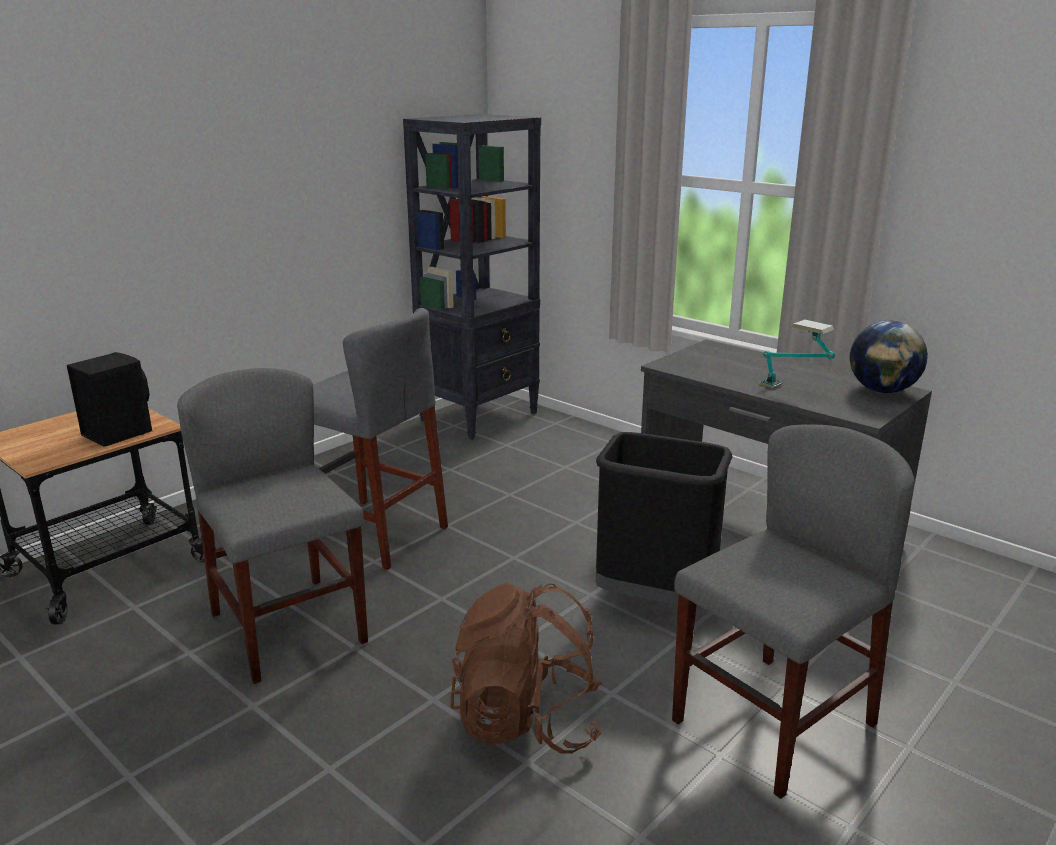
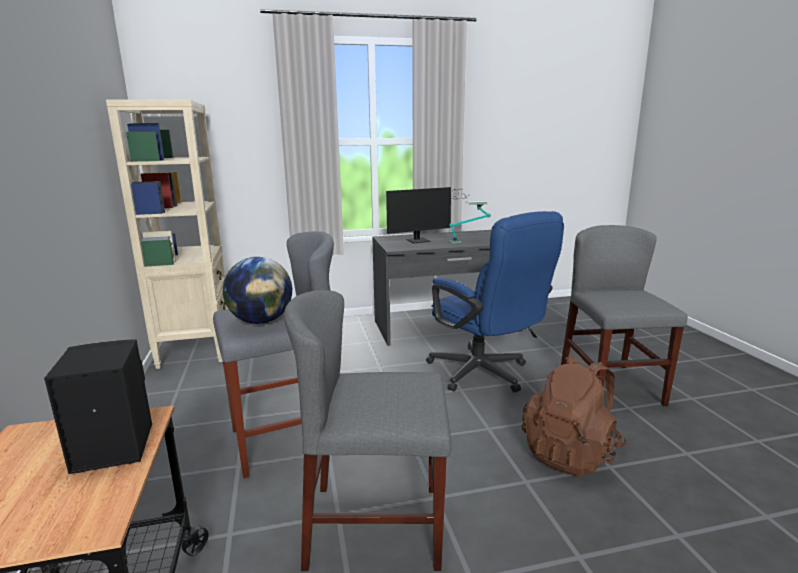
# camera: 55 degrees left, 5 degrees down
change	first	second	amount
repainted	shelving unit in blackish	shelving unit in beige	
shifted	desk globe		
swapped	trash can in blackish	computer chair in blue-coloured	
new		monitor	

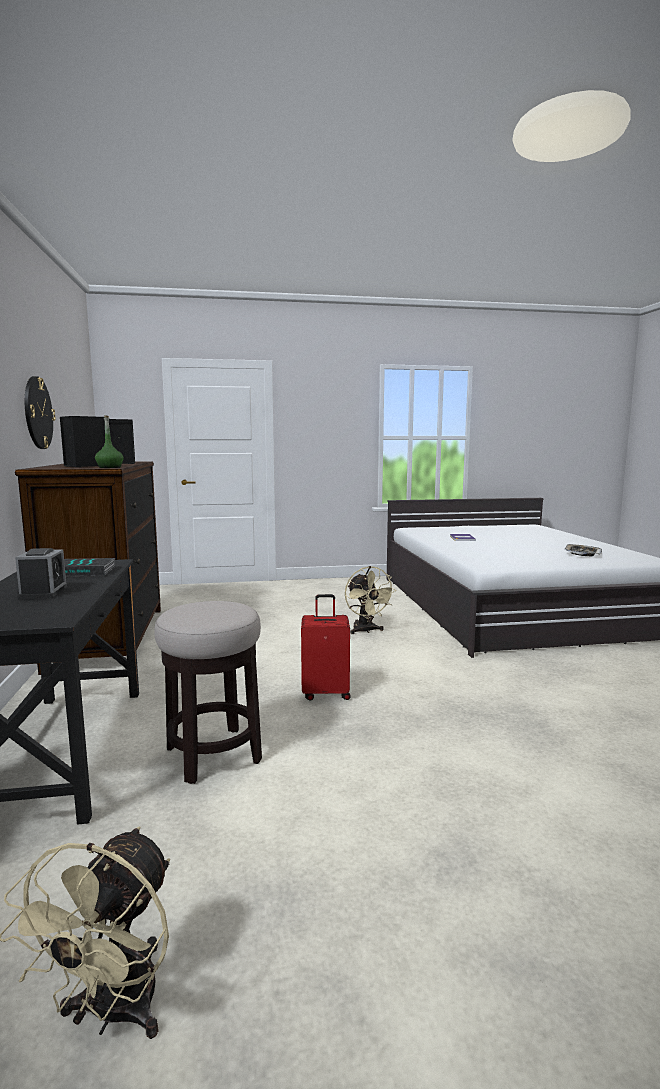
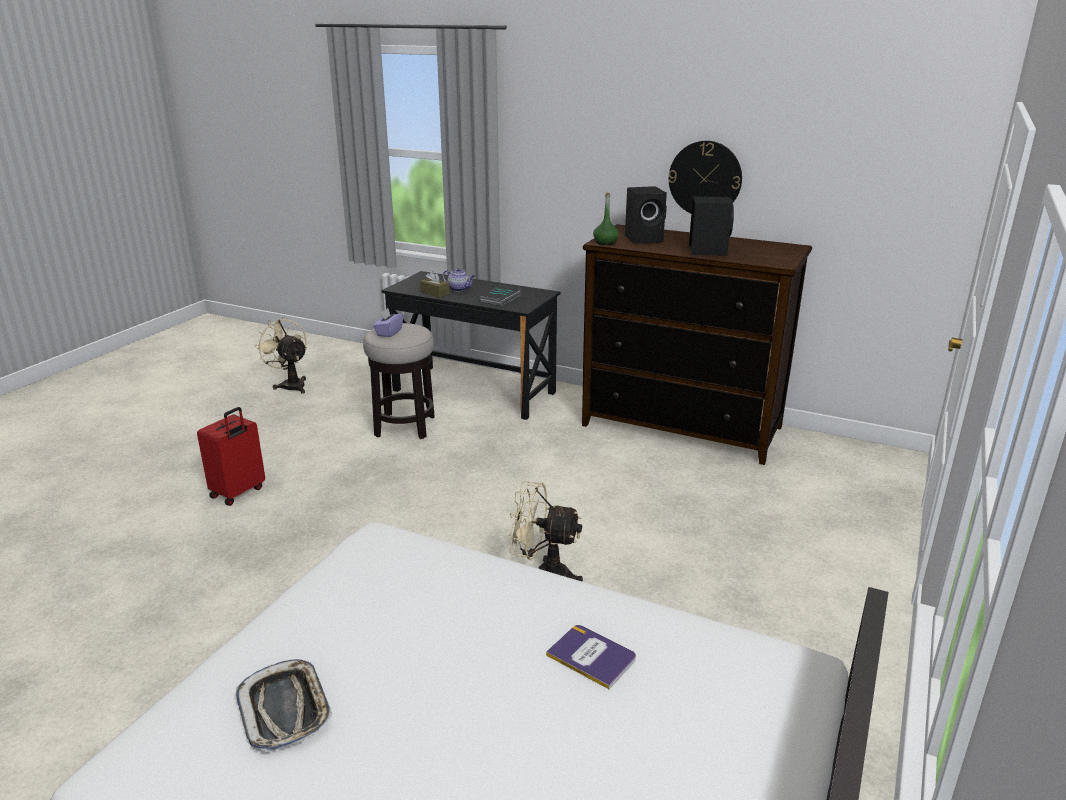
# camera: 125 degrees right, 15 degrees up
change	first	second	amount
swapped	bedside clock	pot for tea	
shifted	suitcase in reddish		
new		tissue box in brown-coloured	
new		tissue box in purple	

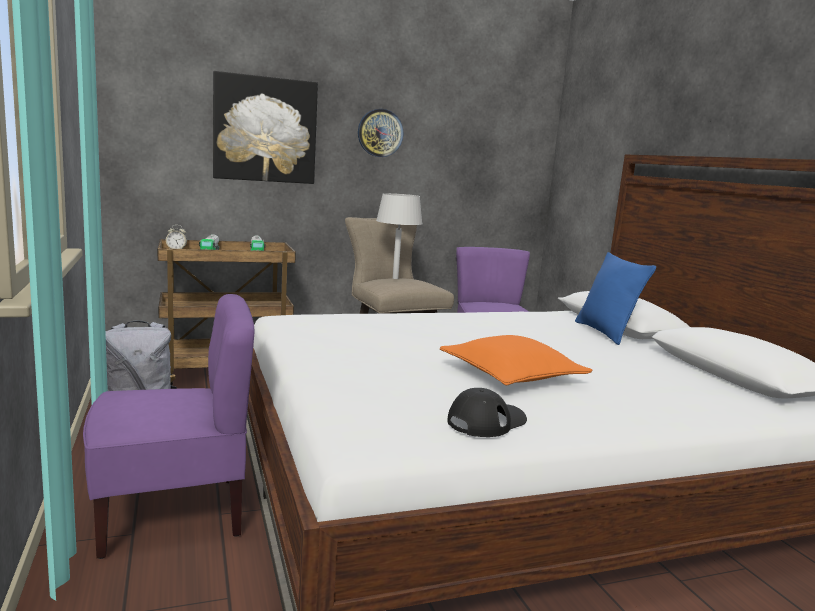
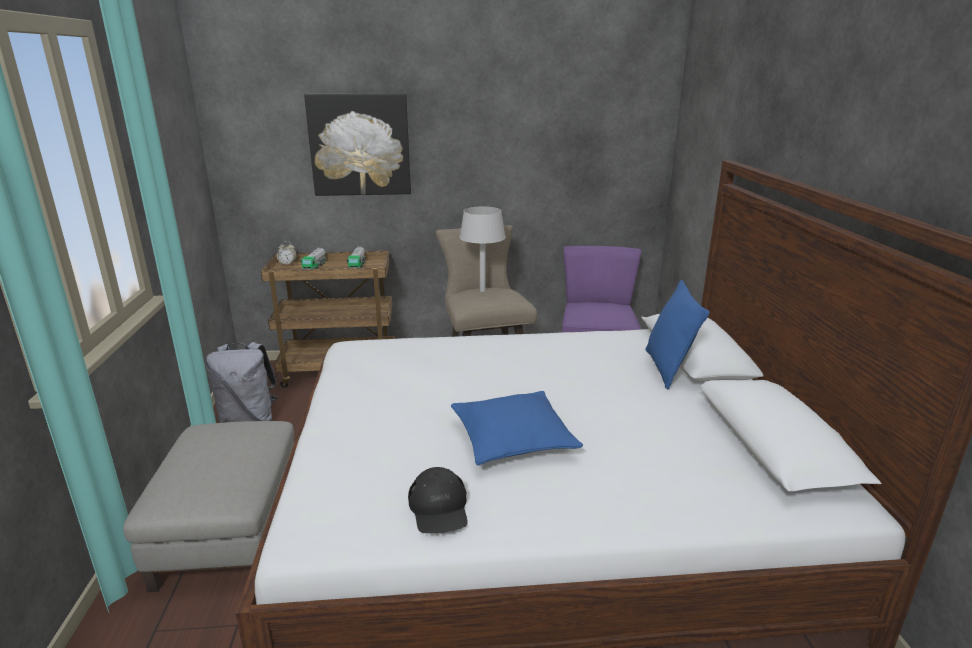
# camera: 15 degrees right, 10 degrees up
change	first	second	amount
gone	wall clock		
swapped	upright chair in purple (no. 1 from left)	ottoman in gray	
repainted	throw pillow in orangey	throw pillow in blue-coloured (no. 1 from left)	
rotated	cap in blackish		105 degrees clockwise

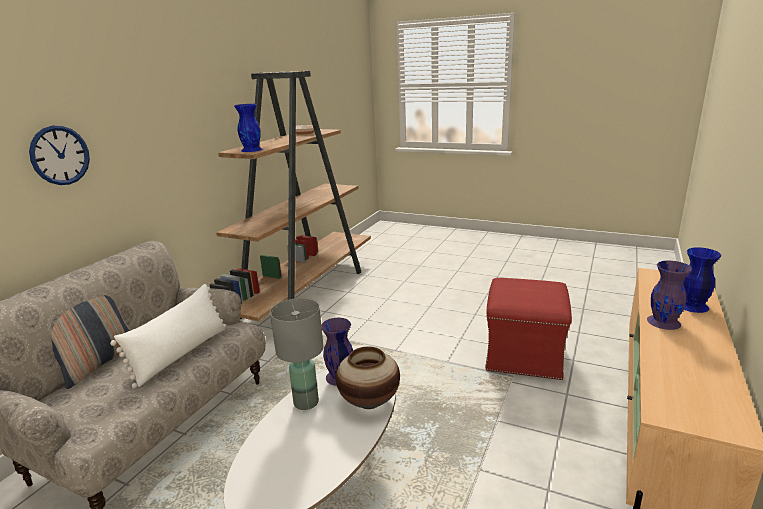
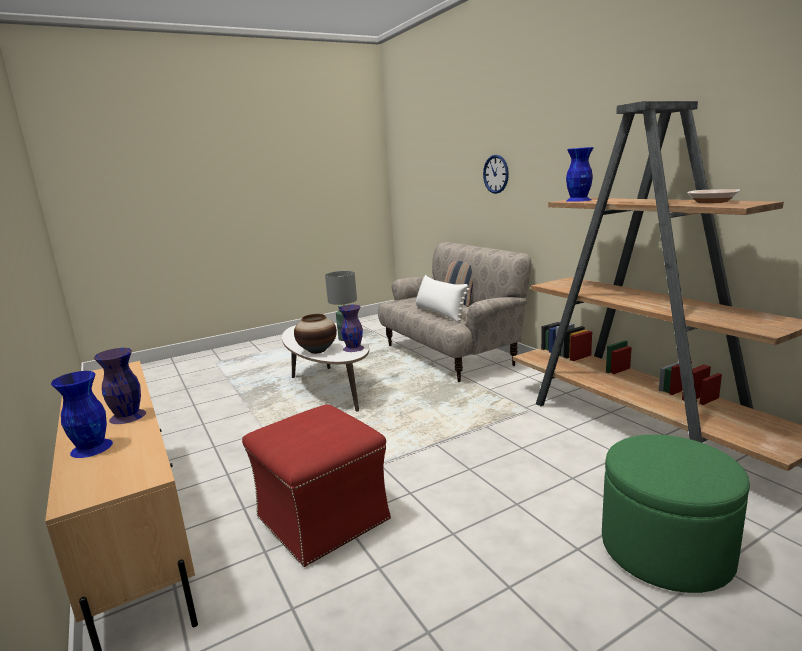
# camera: 125 degrees right, 5 degrees down
change	first	second	amount
new		ottoman in green	

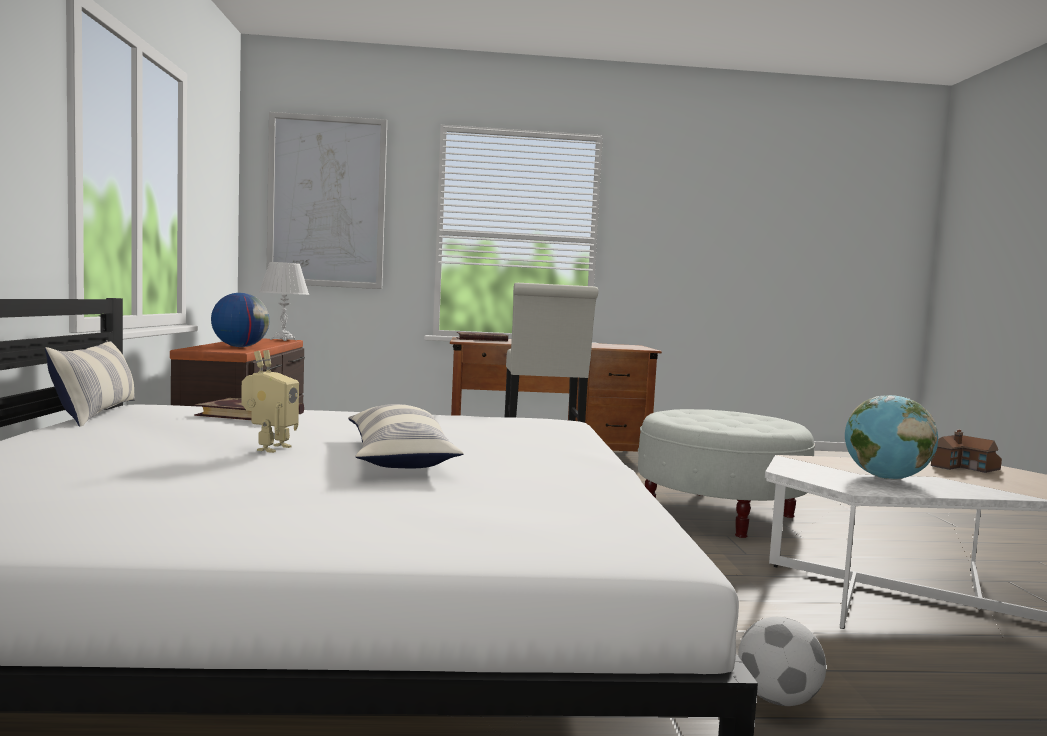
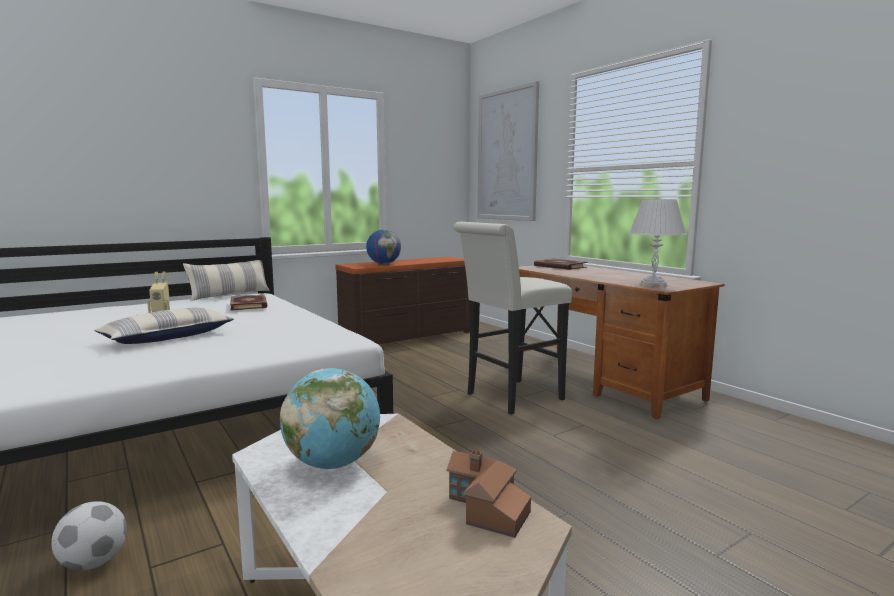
# camera: 60 degrees right, 5 degrees up
change	first	second	amount
shifted	lamp for a table in white		
gone	ottoman in white		

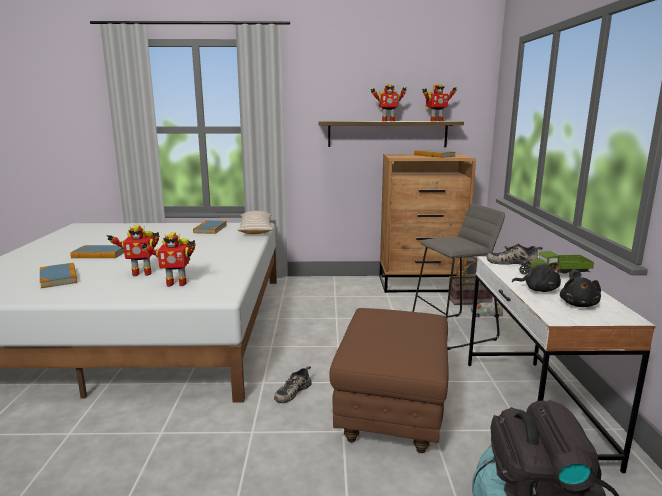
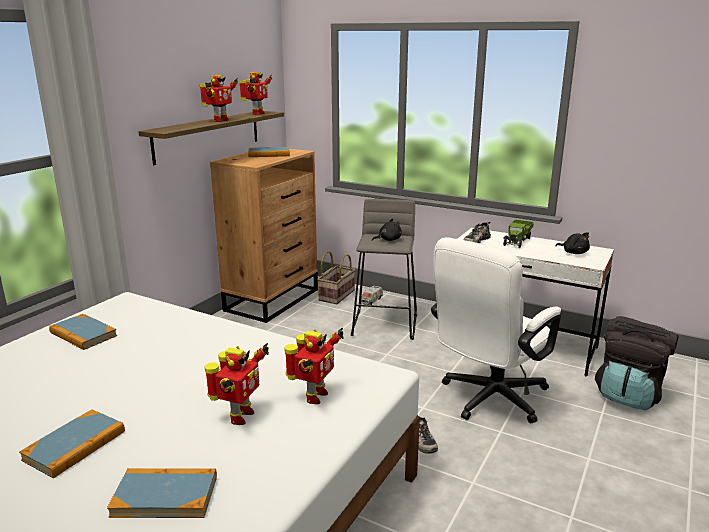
# camera: 60 degrees left, 5 degrees up
change	first	second	amount
gone	throw pillow in beige		
shifted	cuddly toy in blackish (no. 1 from left)		
swapped	ottoman in brown-coloured	computer chair in white	

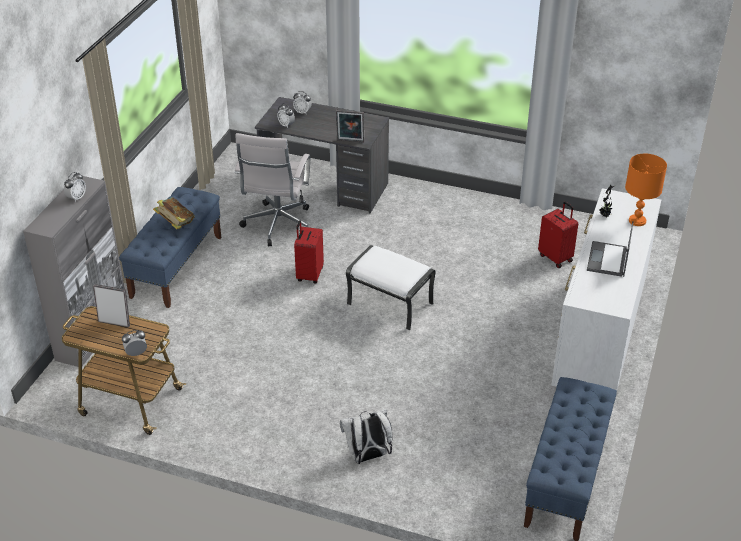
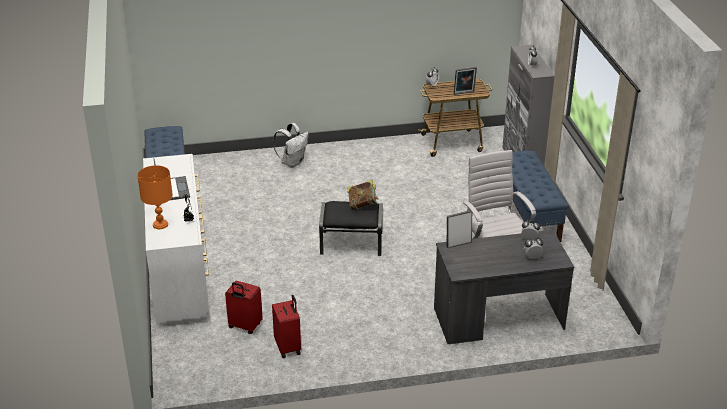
# camera: 150 degrees right, 5 degrees down
change	first	second	amount
shifted	bound book		
shifted	suitcase in reddish (no. 1 from left in the first image)	suitcase in reddish (no. 2 from left)	
repainted	ottoman in white	ottoman in blackish	

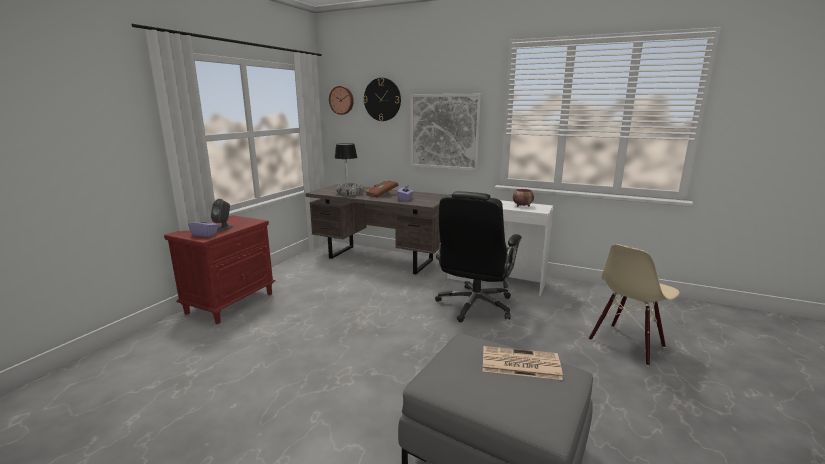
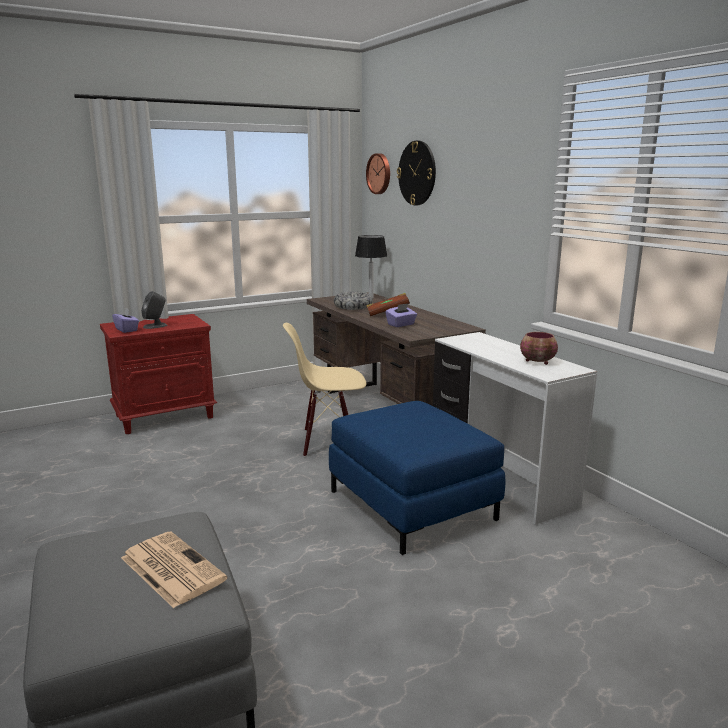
# camera: 35 degrees right, 0 degrees up
change	first	second	amount
gone	picture		
swapped	computer chair in blackish	ottoman in blue-coloured	
shifted	upright chair in beige		

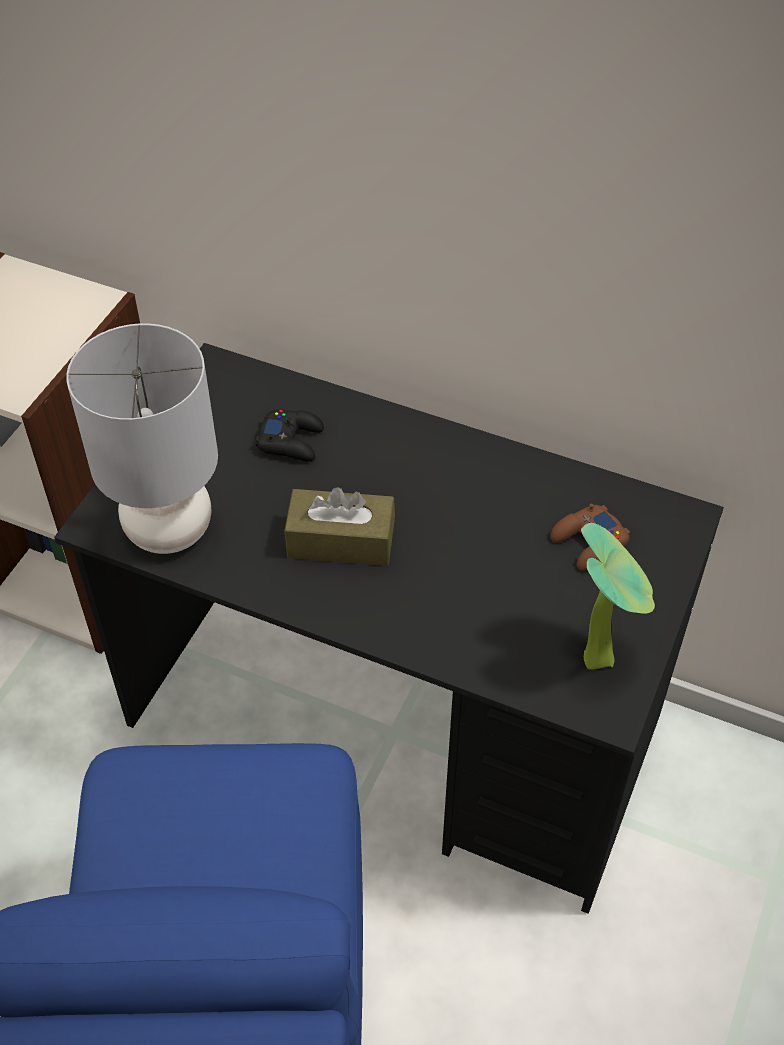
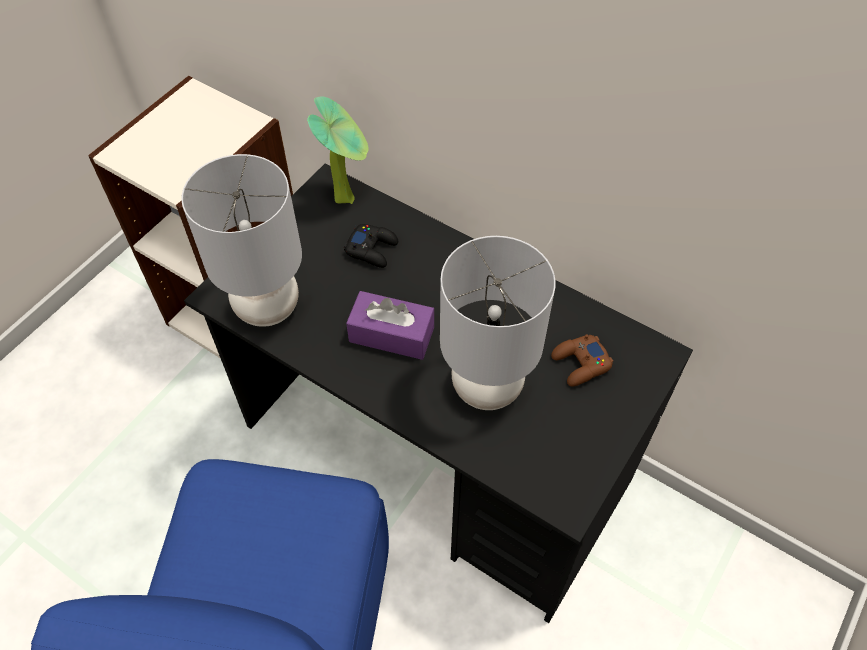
# camera: 10 degrees right, 5 degrees up
change	first	second	amount
repainted	tissue box in brown-coloured	tissue box in purple	
shifted	potted plant		
new		lamp for a table in gray (no. 2 from left)	

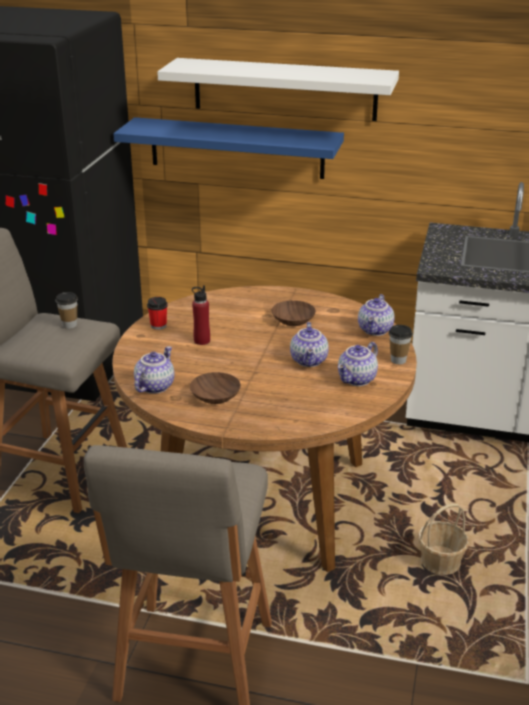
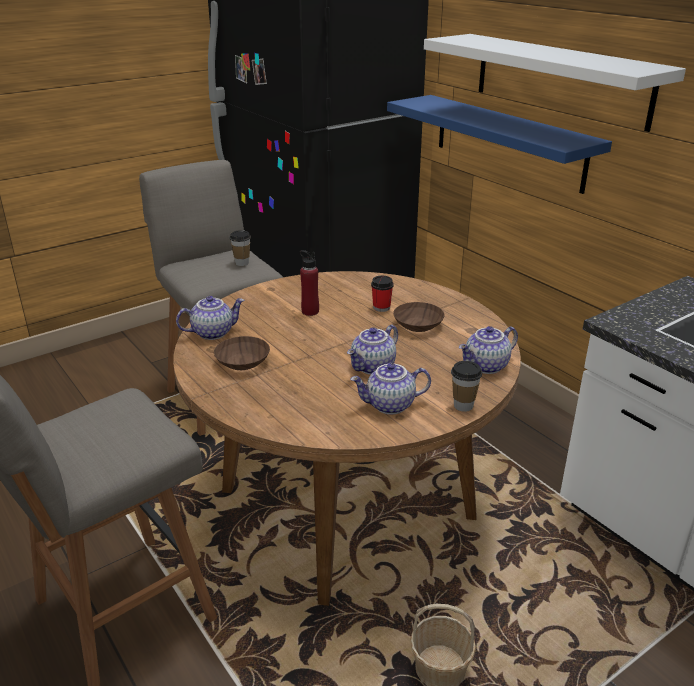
# camera: 40 degrees right, 0 degrees up
change	first	second	amount
shifted	drinking cup (no. 2 from left)		

